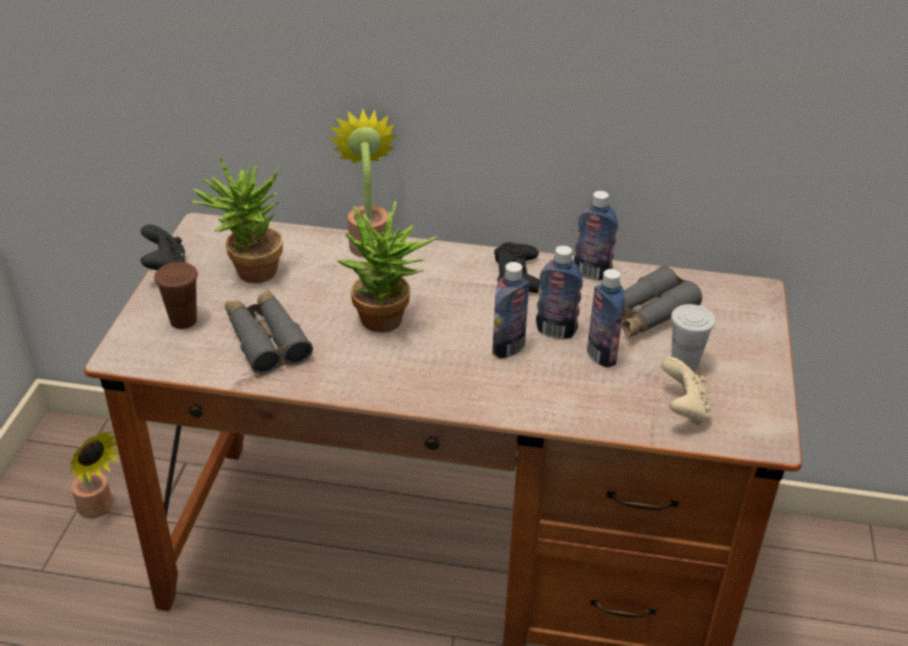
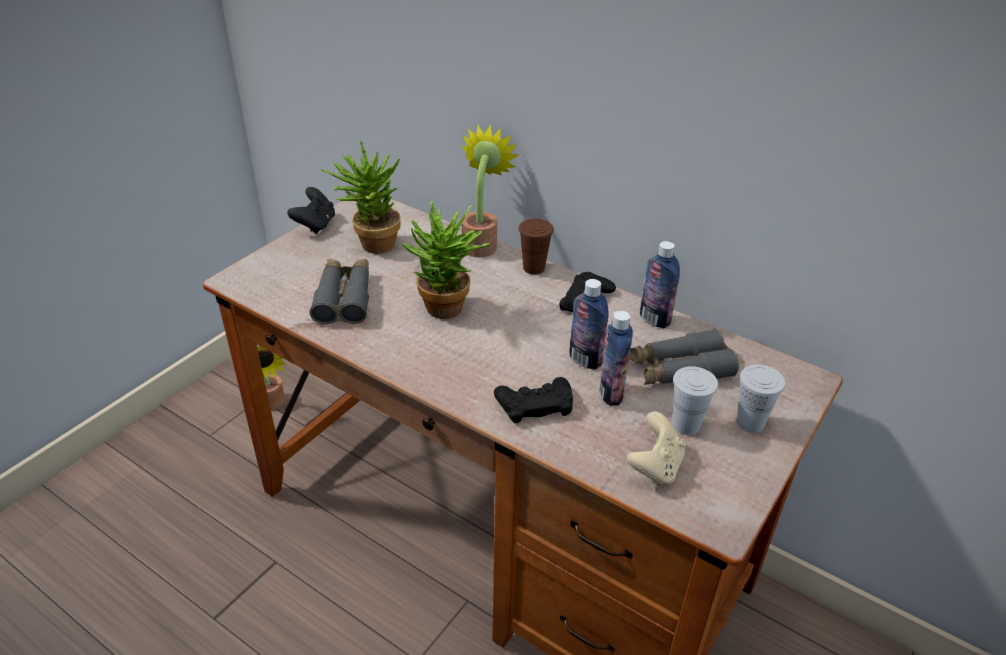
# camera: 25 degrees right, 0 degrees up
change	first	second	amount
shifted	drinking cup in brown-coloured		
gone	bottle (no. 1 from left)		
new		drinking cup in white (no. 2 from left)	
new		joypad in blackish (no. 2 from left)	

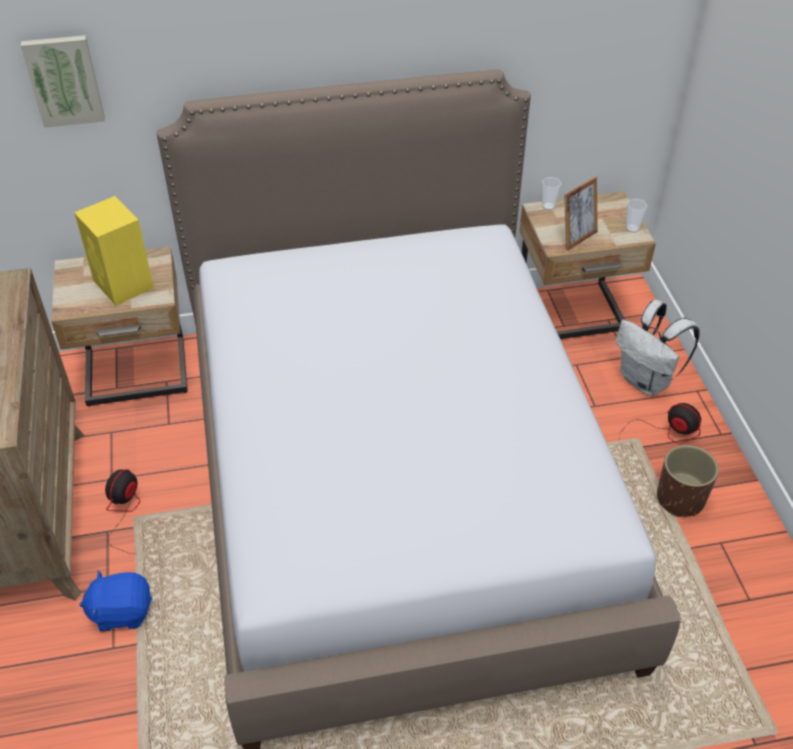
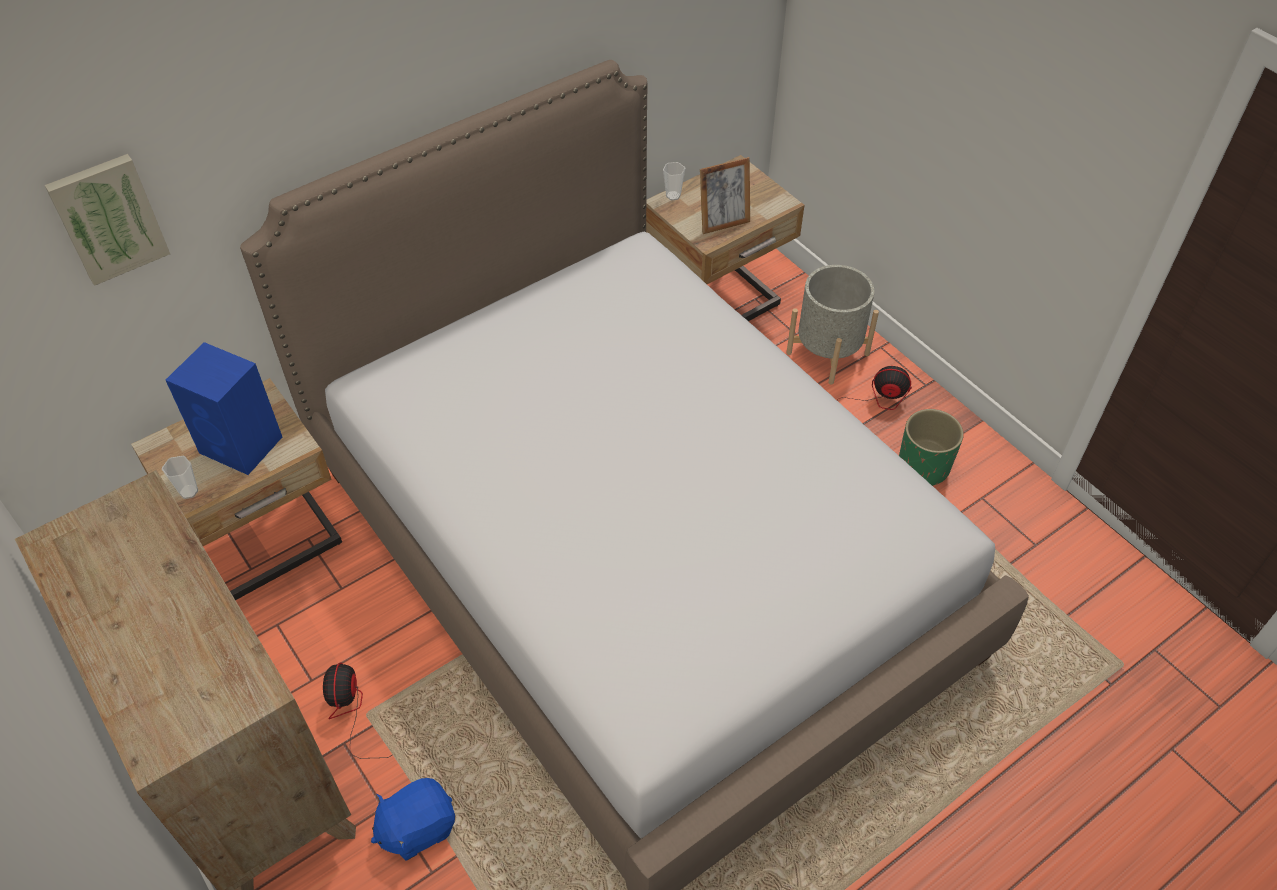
# camera: 25 degrees left, 5 degrees up
change	first	second	amount
rotated	photo frame		45 degrees clockwise
repainted	speaker in yellowish	speaker in blue-coloured	
shifted	drinking cup (no. 2 from left in the first image)	drinking cup (no. 1 from left)	
swapped	knapsack in white	planter in gray	
repainted	planter in brown-coloured	planter in green	

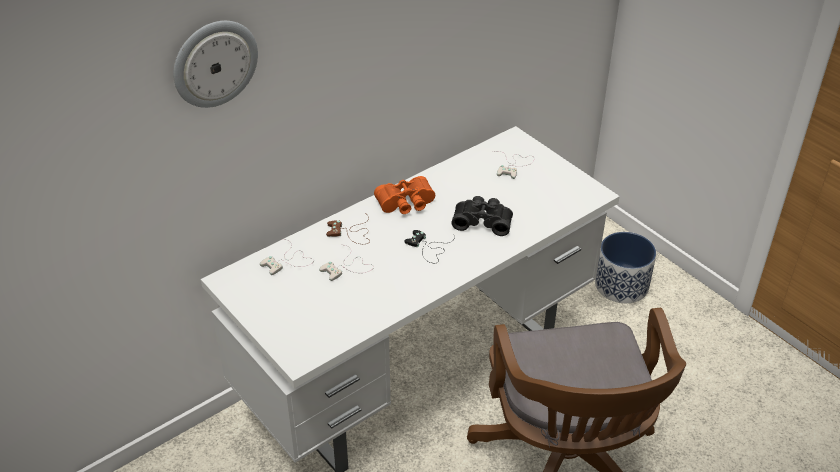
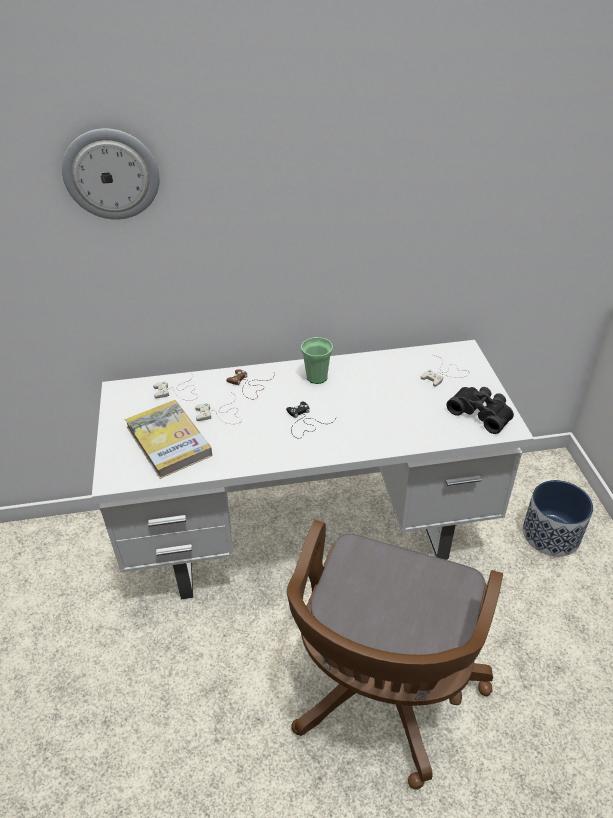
# camera: 30 degrees right, 0 degrees up
change	first	second	amount
swapped	field glasses in orangey	drinking cup	
shifted	field glasses in blackish		
new		bound book	

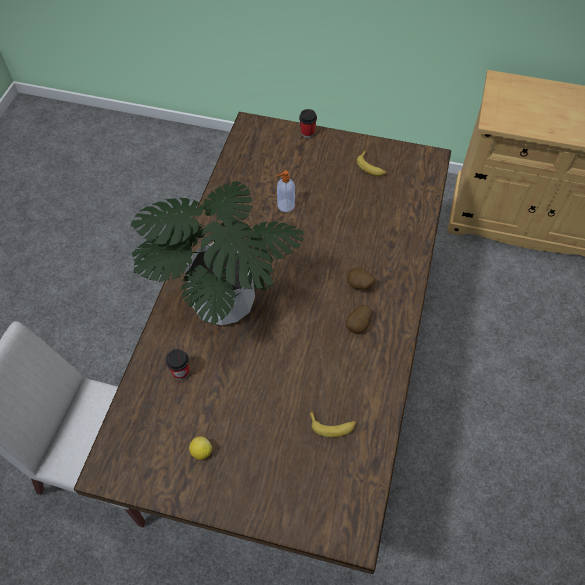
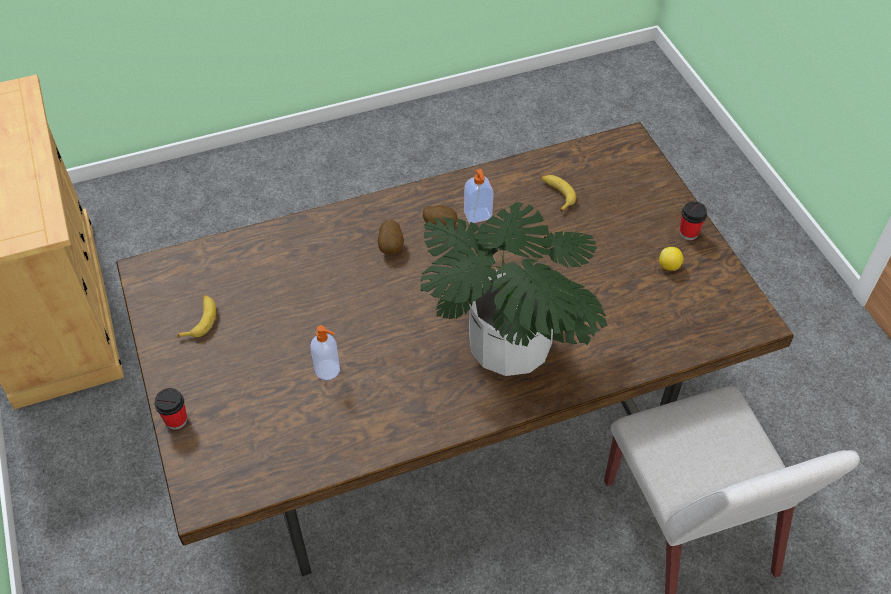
# camera: 125 degrees left, 5 degrees down
change	first	second	amount
shifted	drinking cup (no. 1 from left in the first image)	drinking cup (no. 2 from left)	
new		soap bottle (no. 2 from left)	

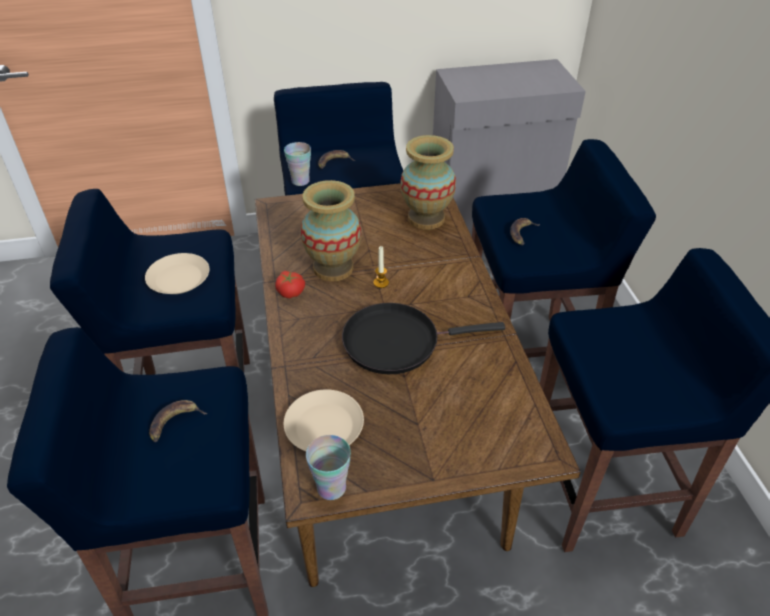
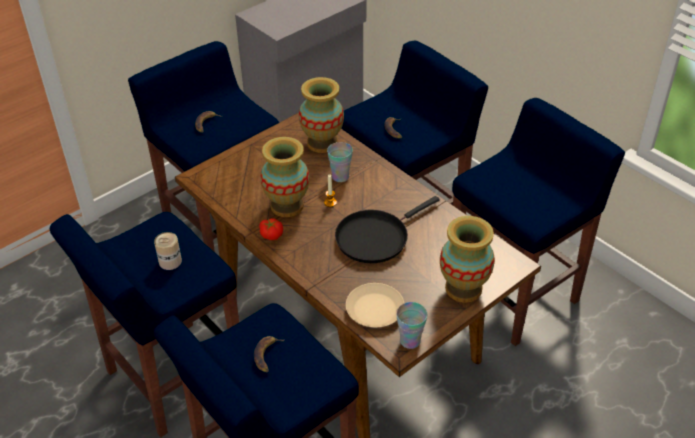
# camera: 30 degrees left, 0 degrees up
change	first	second	amount
shifted	drinking cup (no. 1 from left)		
swapped	plate in beige (no. 1 from left)	can	
new		decorative vase (no. 3 from left)	

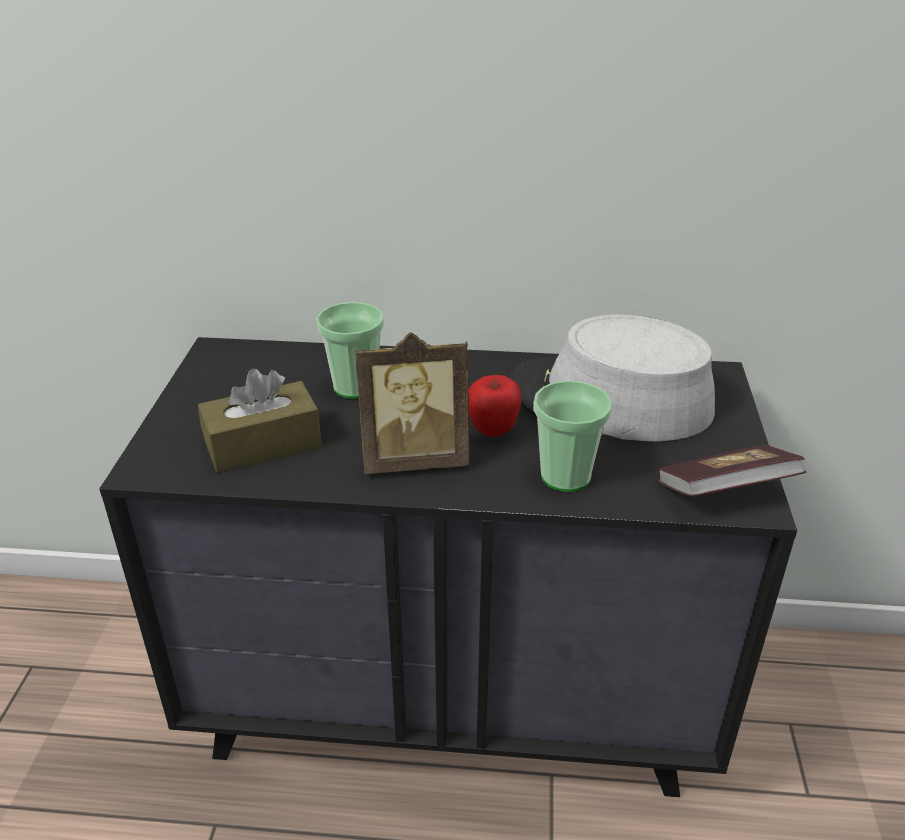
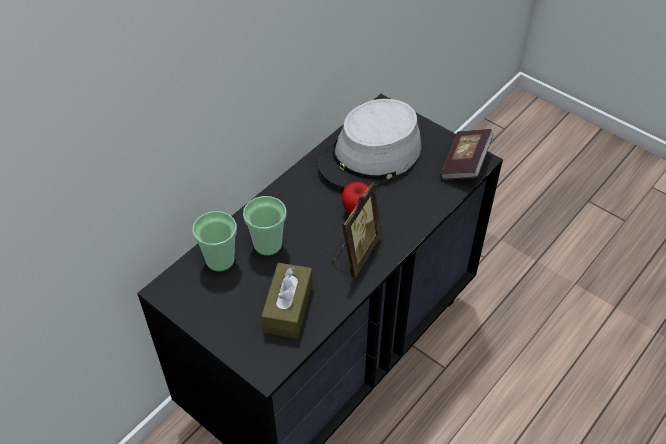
# camera: 55 degrees left, 15 degrees up
change	first	second	amount
shifted	drinking cup (no. 2 from left in the first image)	drinking cup (no. 1 from left)	

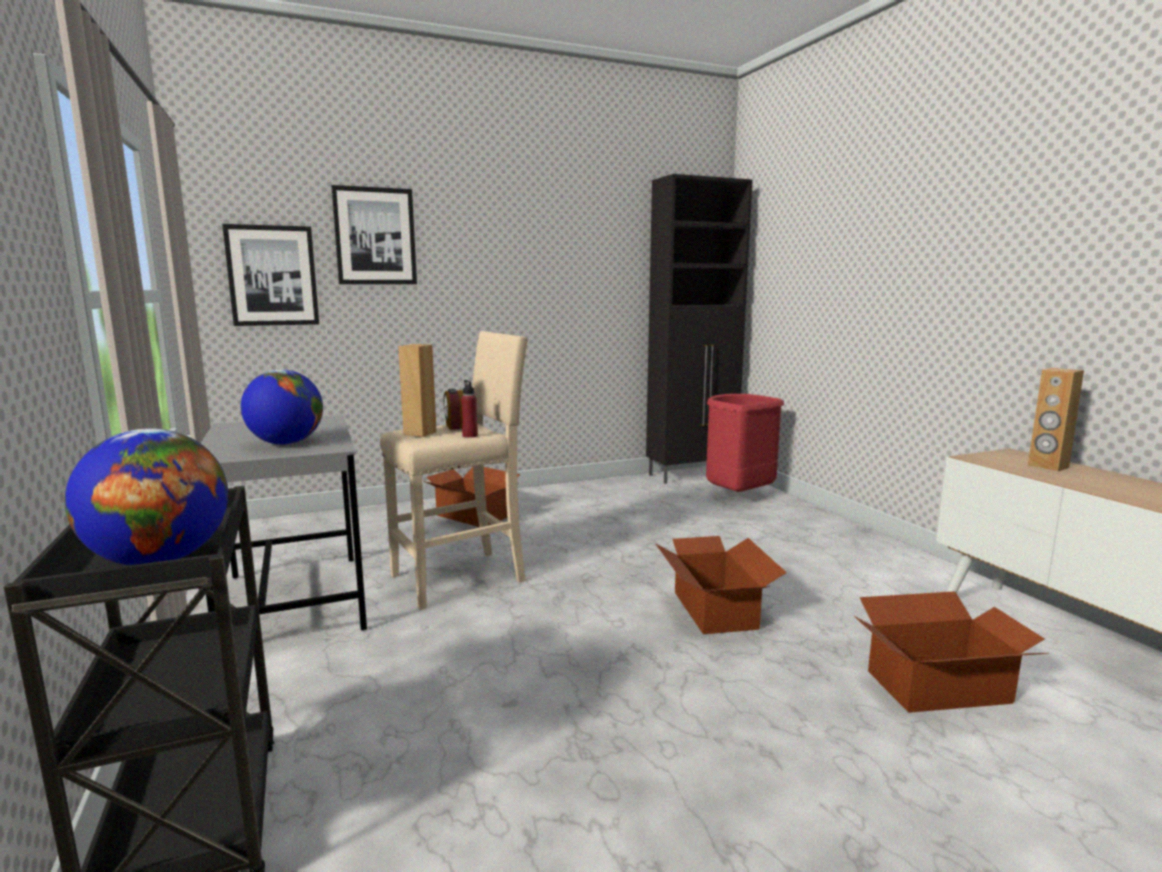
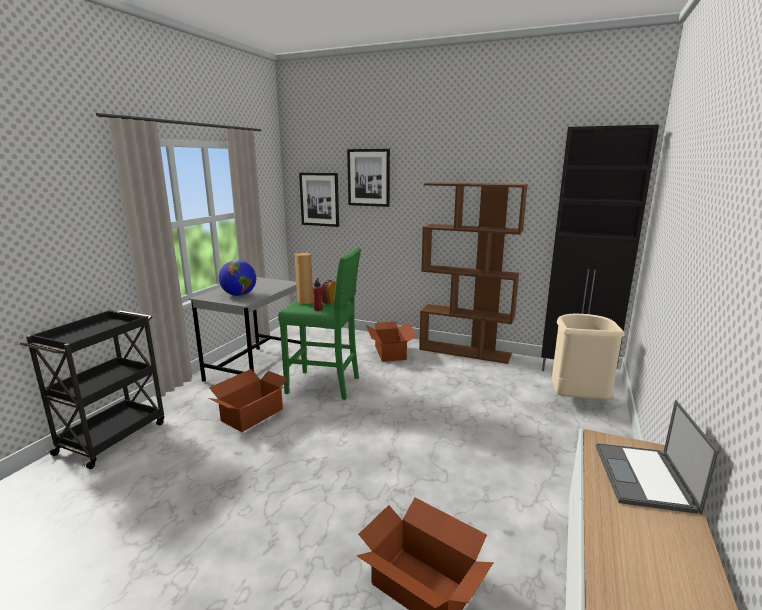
# camera: 45 degrees right, 5 degrees up
change	first	second	amount
repainted	sitting stool in beige	sitting stool in green	
swapped	speaker in brown-coloured (no. 2 from left)	laptop	
repainted	trash can in reddish	trash can in beige	
gone	desk globe (no. 1 from left)		
shifted	packing box (no. 2 from left in the first image)	packing box (no. 1 from left)	
new		shelving unit in brown-coloured	

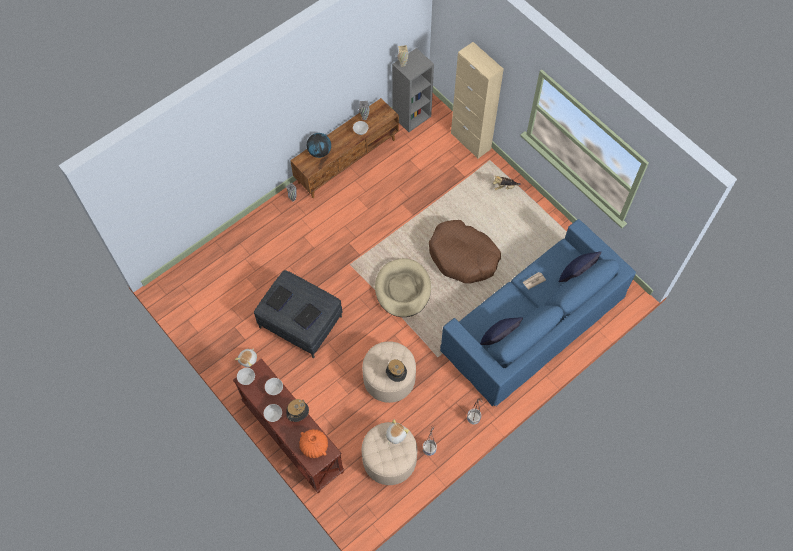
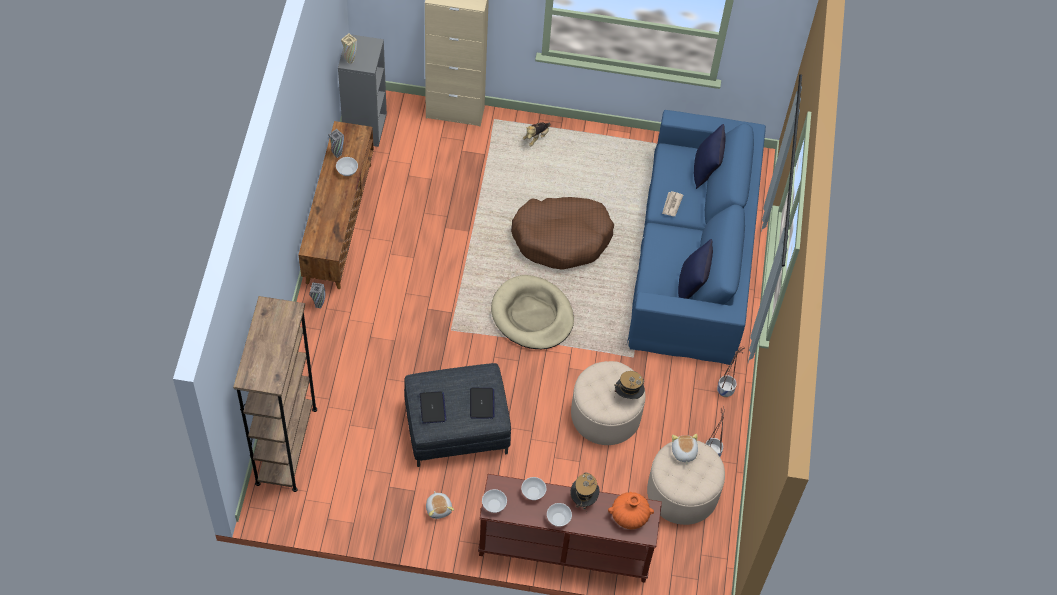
# camera: 45 degrees left, 5 degrees down
change	first	second	amount
gone	desk globe		
new		shelving unit in brown-coloured	

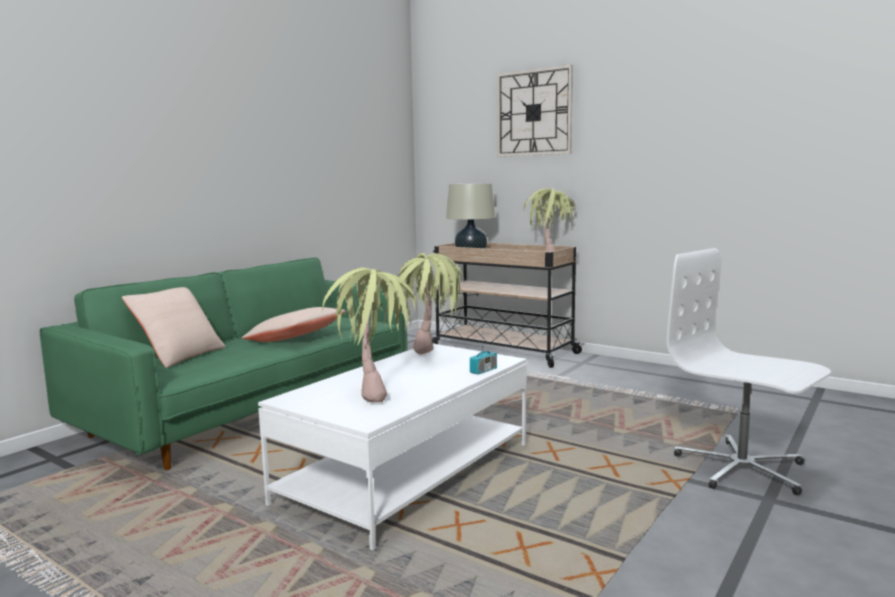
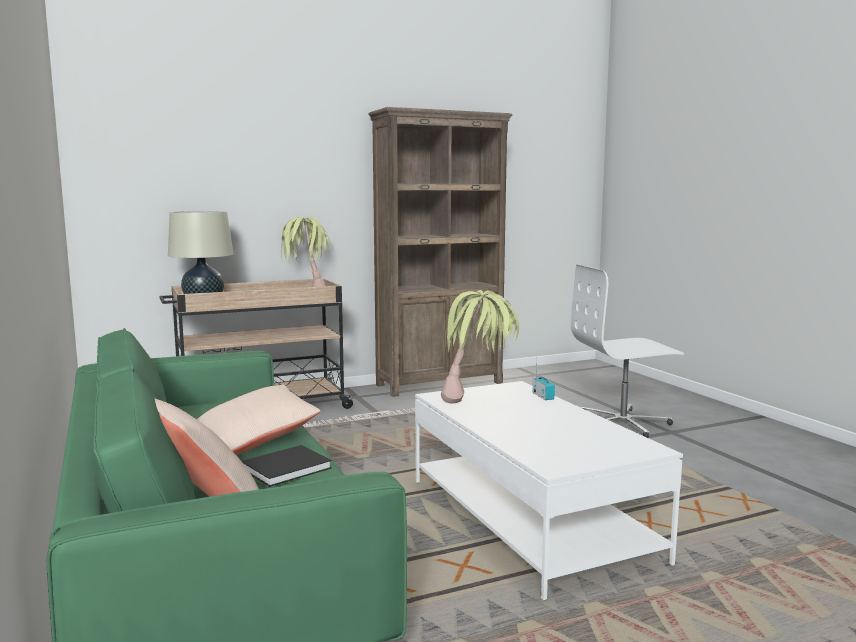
# camera: 60 degrees left, 0 degrees up
change	first	second	amount
gone	wall clock		
gone	potted plant (no. 1 from left)		
new		shelving unit in brown-coloured	
new		bound book in blackish	

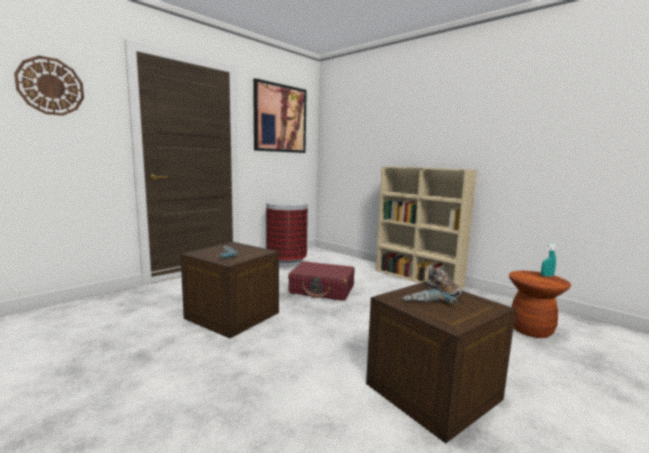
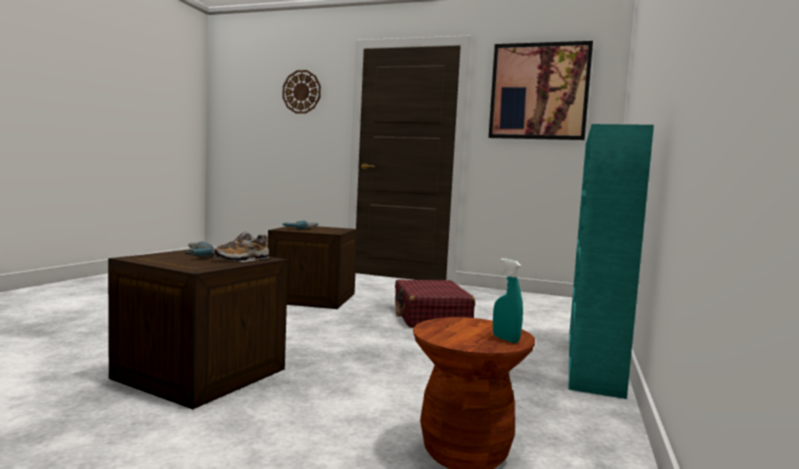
# camera: 65 degrees right, 5 degrees down
change	first	second	amount
repainted	shelving unit in beige	shelving unit in turquoise-coloured	
gone	trash can		

